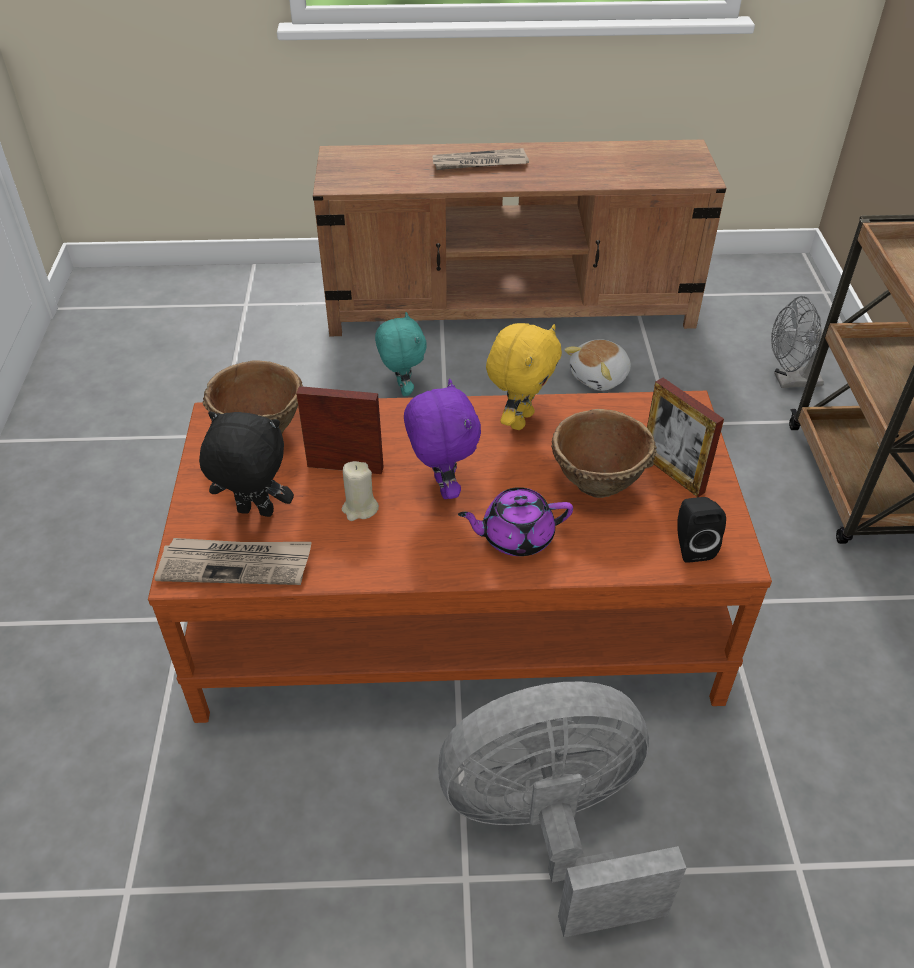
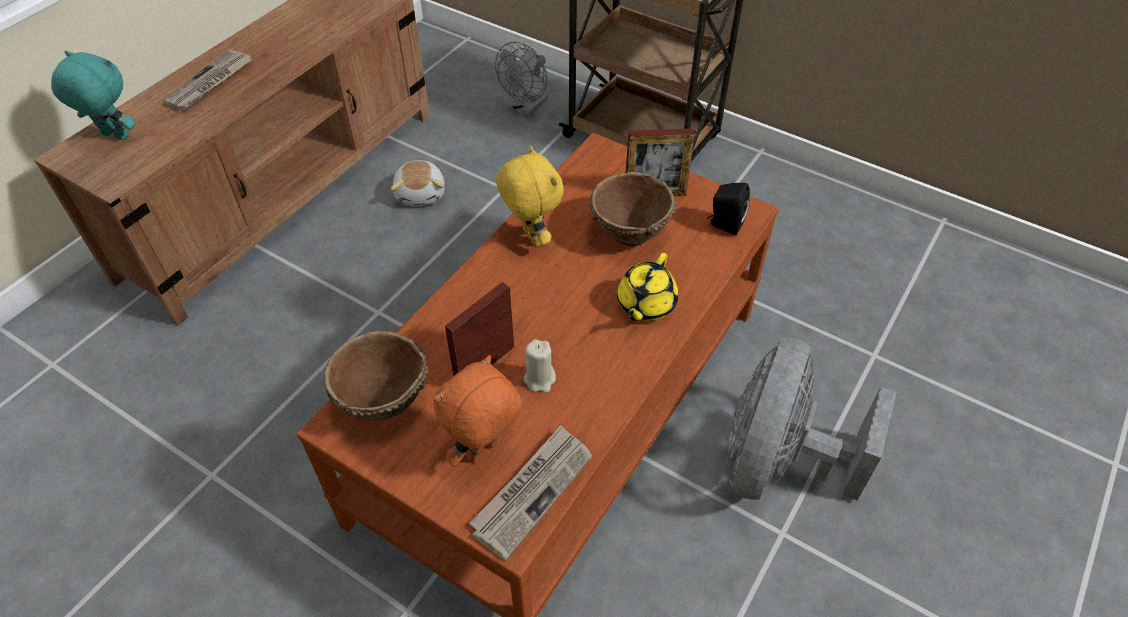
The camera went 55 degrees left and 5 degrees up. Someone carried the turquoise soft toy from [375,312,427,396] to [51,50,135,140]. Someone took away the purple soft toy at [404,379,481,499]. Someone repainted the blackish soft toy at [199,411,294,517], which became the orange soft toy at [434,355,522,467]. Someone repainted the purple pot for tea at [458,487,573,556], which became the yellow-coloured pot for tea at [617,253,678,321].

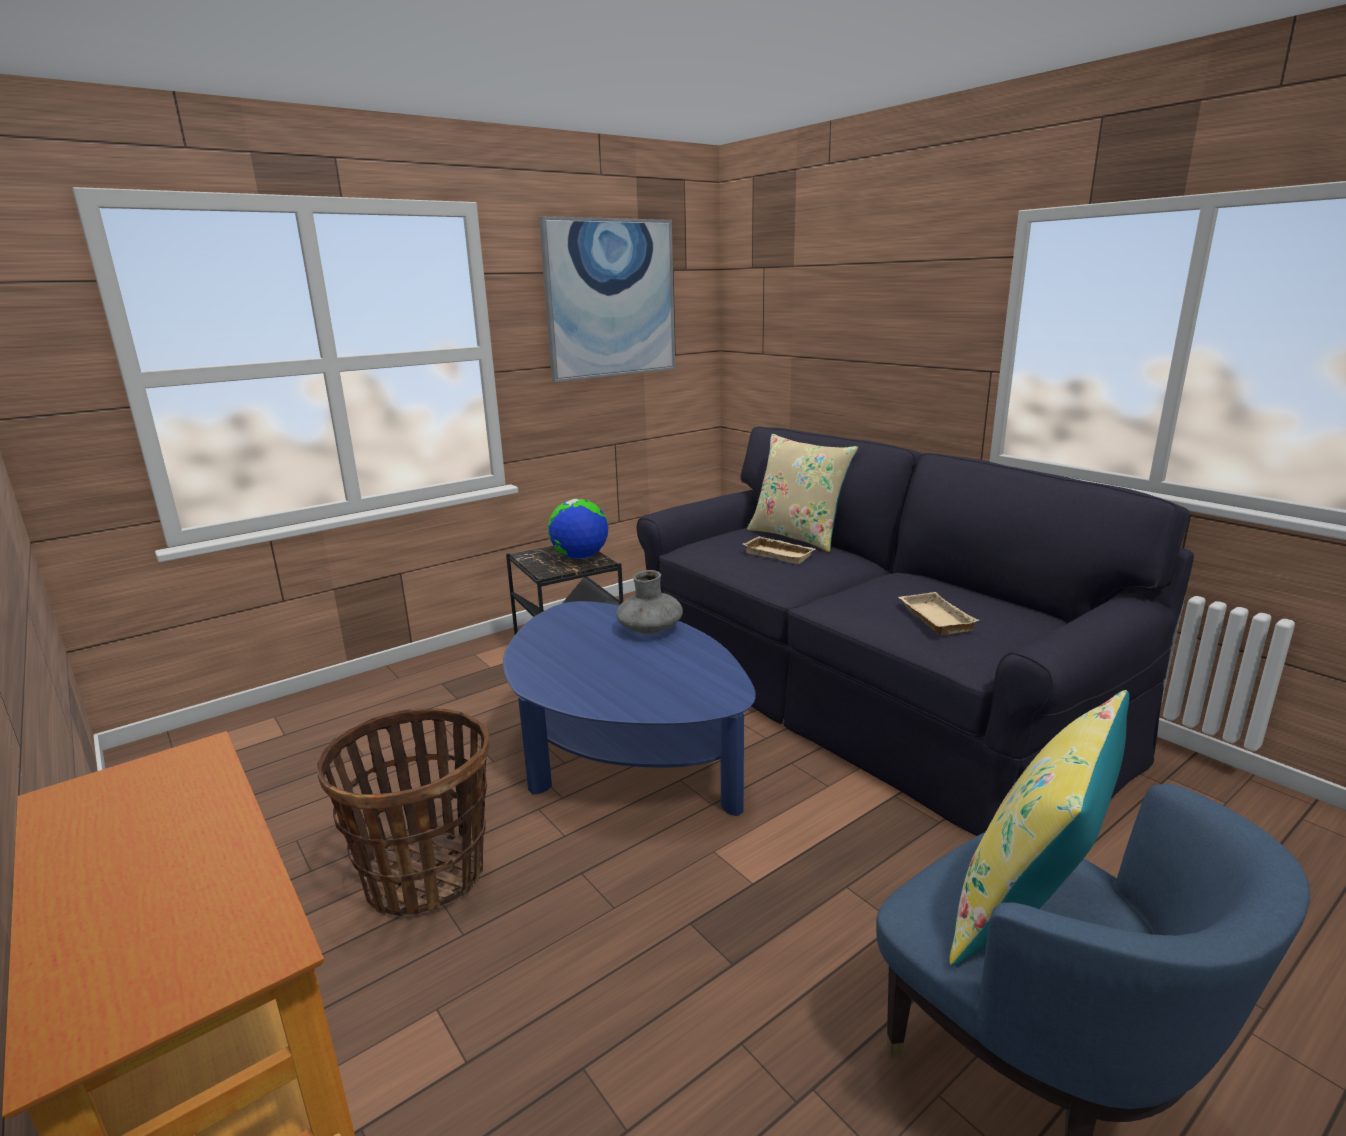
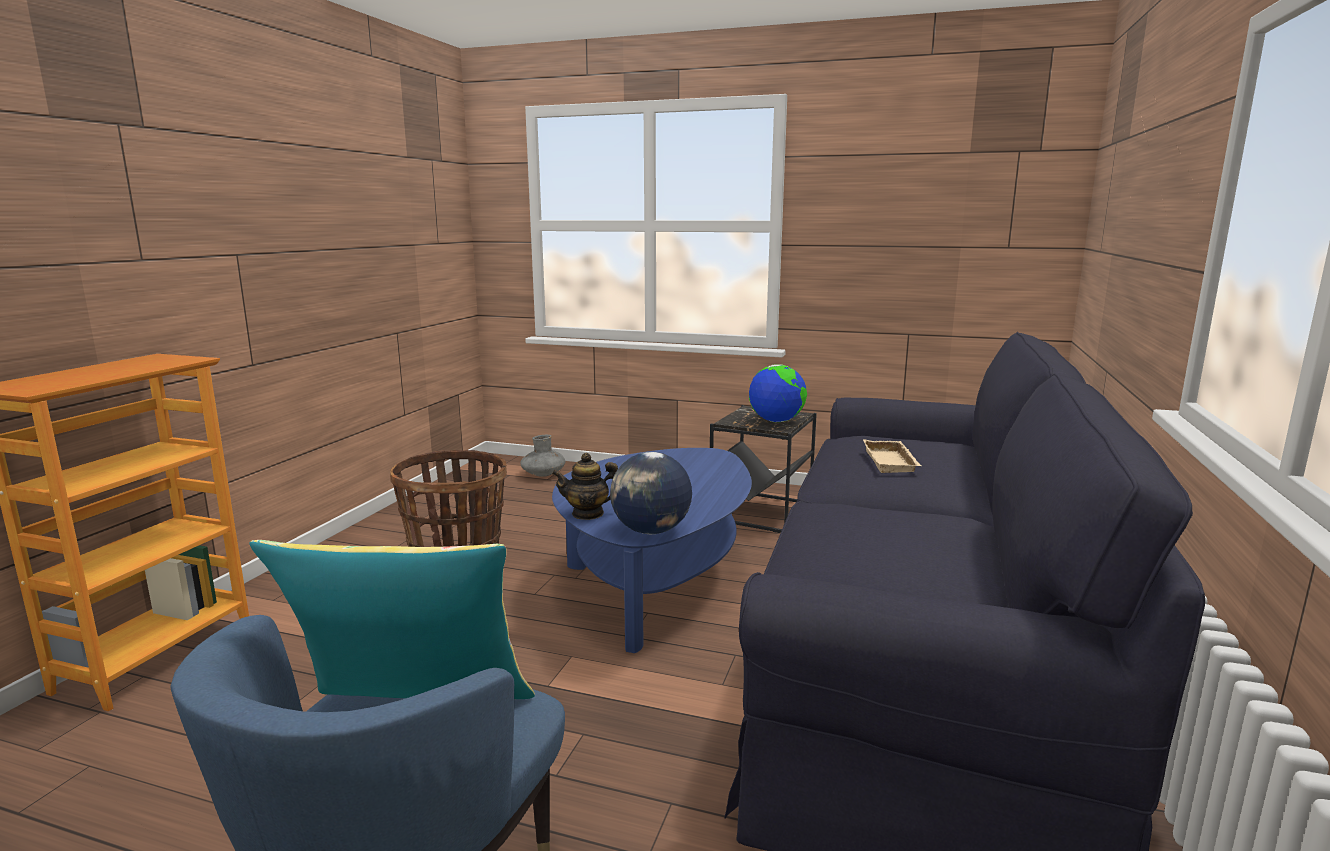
The camera went 55 degrees right and 5 degrees down. Someone took away the wall art at [539,216,675,382]. Someone took away the sand-coloured cushion at [747,434,858,552]. Someone carried the grey flower vase from [616,570,683,634] to [520,435,566,477]. Someone took away the sand-coloured tray at [898,592,979,635]. Someone put down the world globe at [610,452,692,534]. Someone put down the pot for tea at [552,453,618,520].

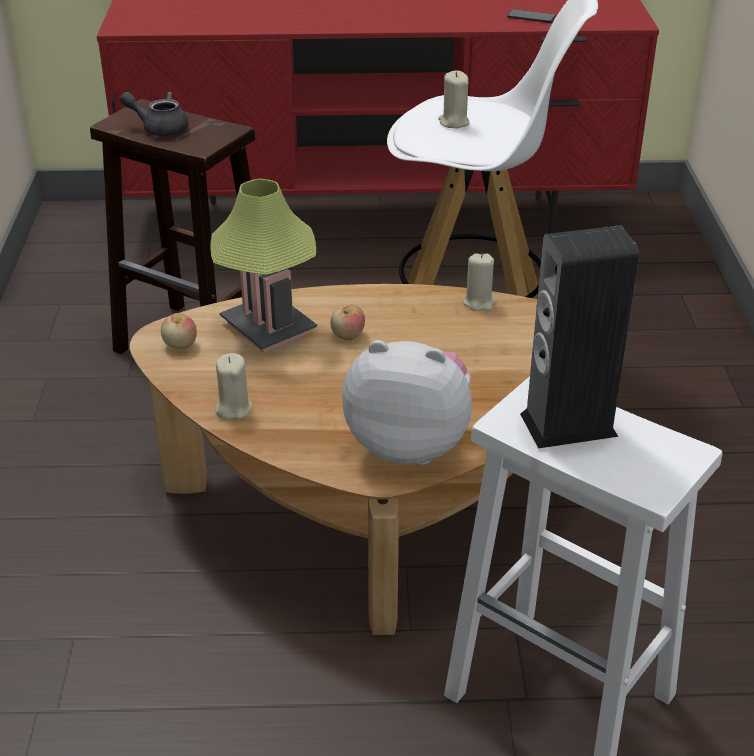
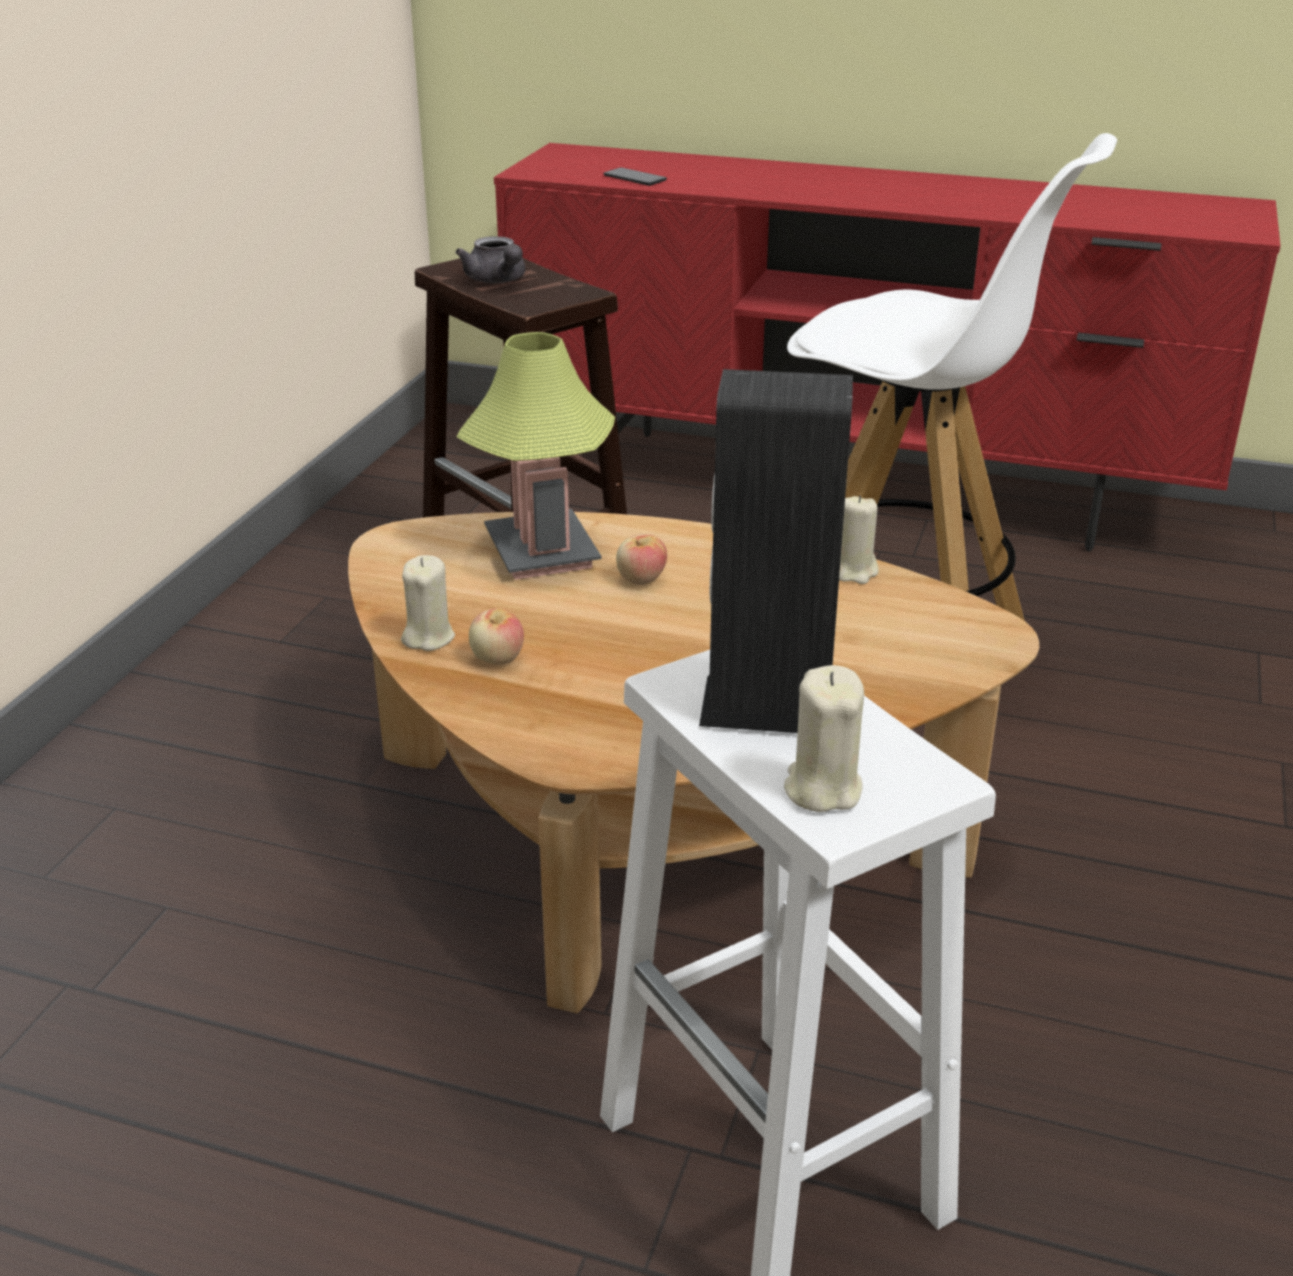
The camera went 20 degrees right and 5 degrees down. Someone carried the phone from [507,9,556,23] to [603,168,667,186]. Someone carried the sand-coloured wax candle from [438,71,470,128] to [784,665,864,812]. Someone rotated the grey pot for tea at [120,92,189,136] by 150 degrees counterclockwise. Someone carried the apple from [161,313,197,349] to [469,608,524,665]. Someone took away the soft toy at [342,340,472,465].

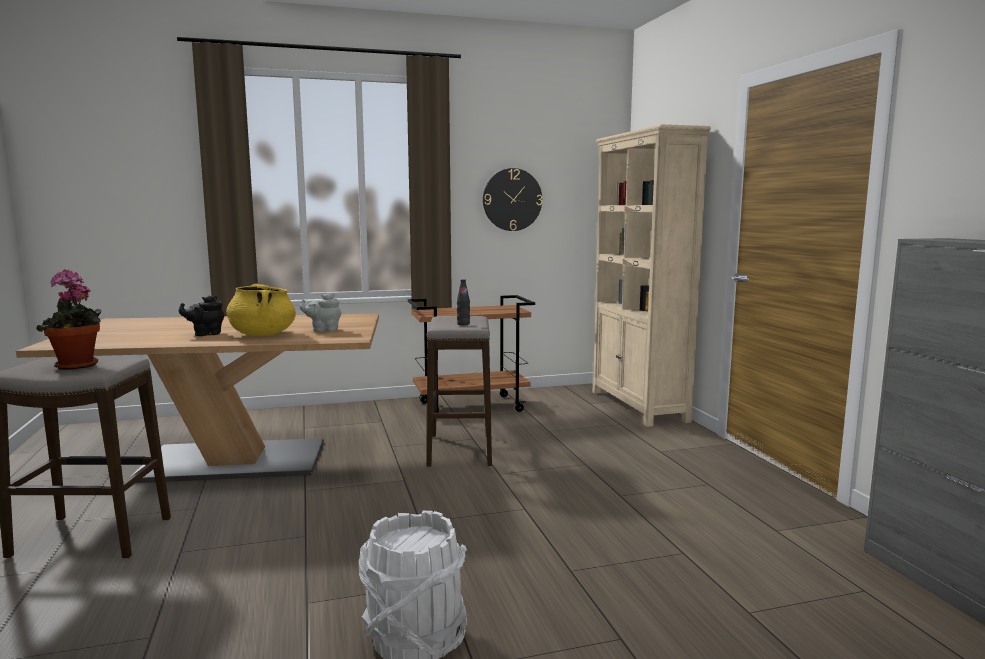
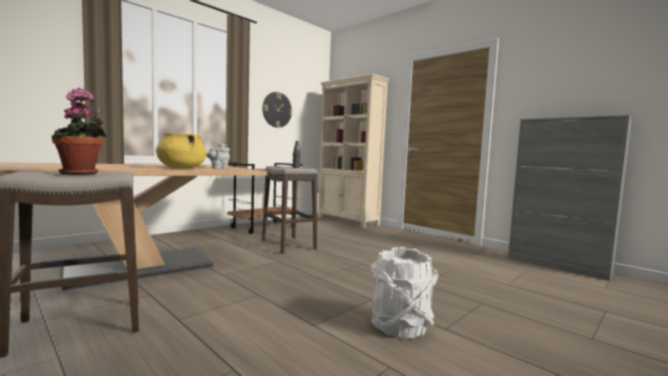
The camera went 30 degrees left and 5 degrees down. Someone took away the blackish pot for tea at [179,296,224,336].

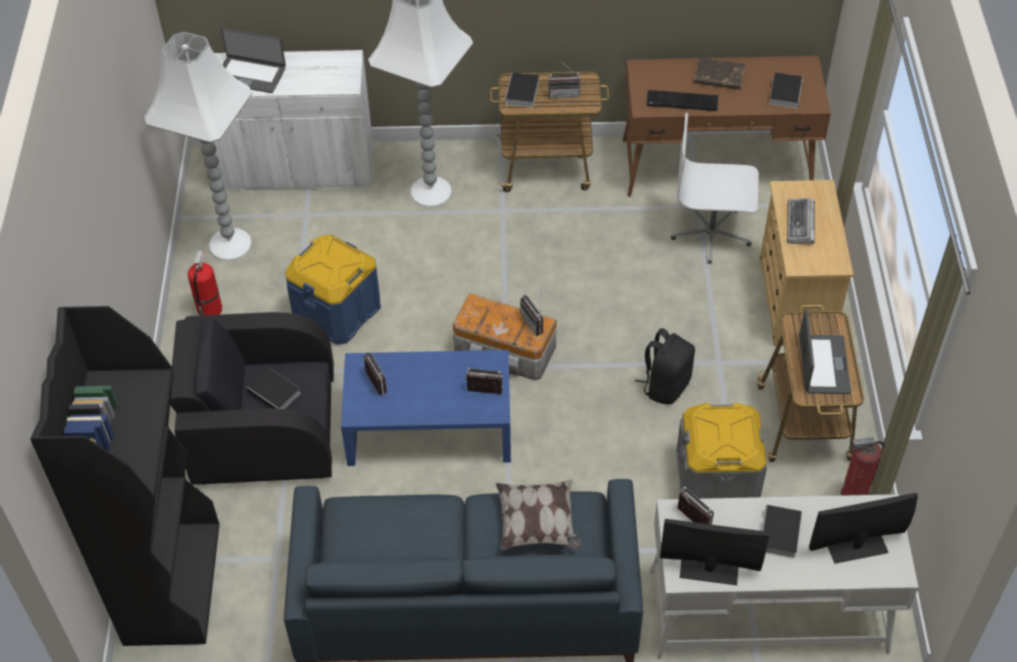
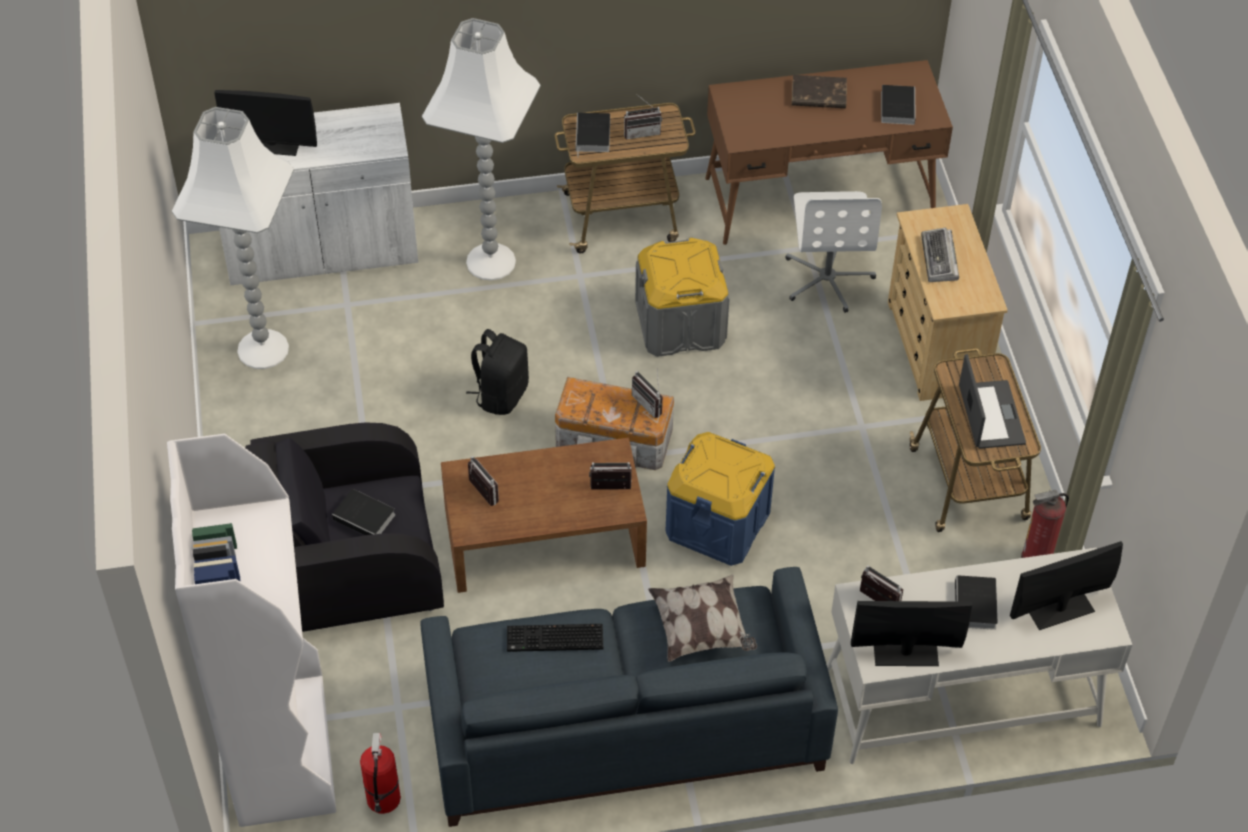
The camera went 10 degrees left and 0 degrees up. Someone swapped the portable computer at [221,28,286,93] for the computer display at [214,90,317,156]. Someone carried the keyboard from [646,90,718,111] to [507,624,603,652]. Someone rotated the white-coloured computer chair at [671,113,759,264] by 90 degrees counterclockwise. Someone carried the blue-coloured storage box from [285,235,381,345] to [666,432,775,566]. Someone carried the fire extinguisher from [188,251,222,316] to [360,733,401,814]. Someone repainted the blackish bookshelf at [30,306,220,646], which became the white-coloured bookshelf at [167,434,336,827]. Someone carried the blackish backpack from [635,328,695,404] to [466,329,529,415]. Someone repainted the blue-coloured coffee table at [341,350,511,466], which became the brownish coffee table at [441,438,647,593]. Someone carried the grey storage box from [676,403,767,499] to [635,238,730,357].

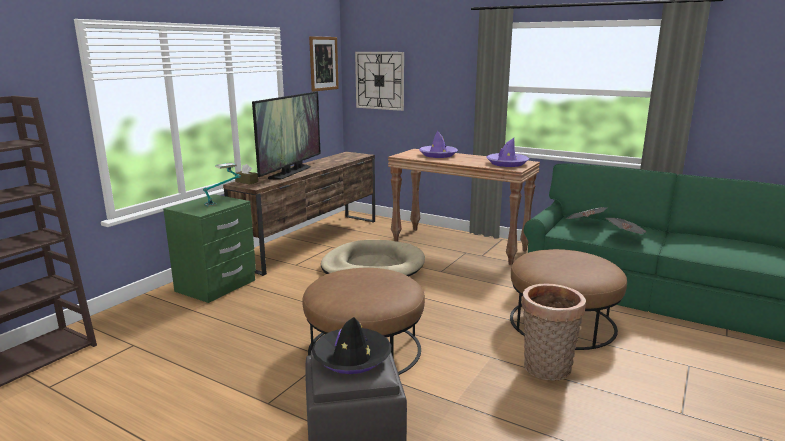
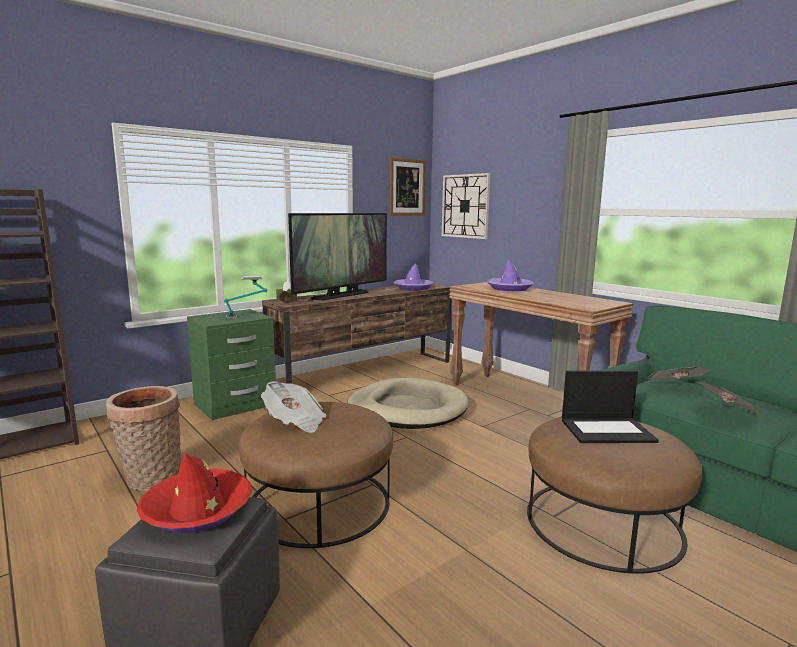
The camera went 20 degrees right and 5 degrees down. Someone carried the purple clothing hat from [486,138,529,167] to [394,264,433,291]. Someone carried the storage basket from [522,284,586,381] to [106,386,181,491]. Someone repainted the blackish clothing hat at [312,317,391,374], which became the red-coloured clothing hat at [137,453,252,533]. Someone put down the portable computer at [562,371,659,443]. Someone put down the daily paper at [261,381,327,433].

